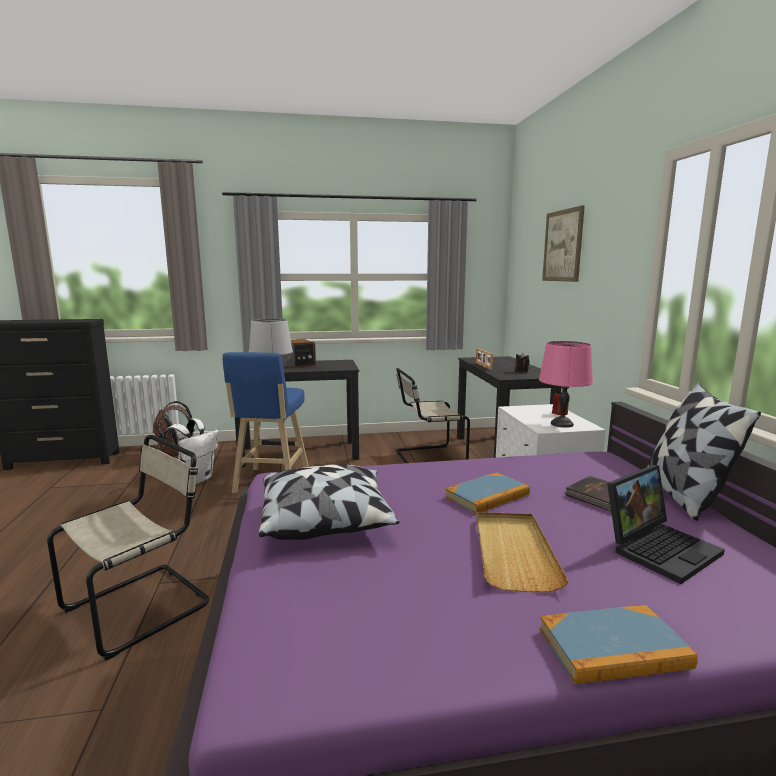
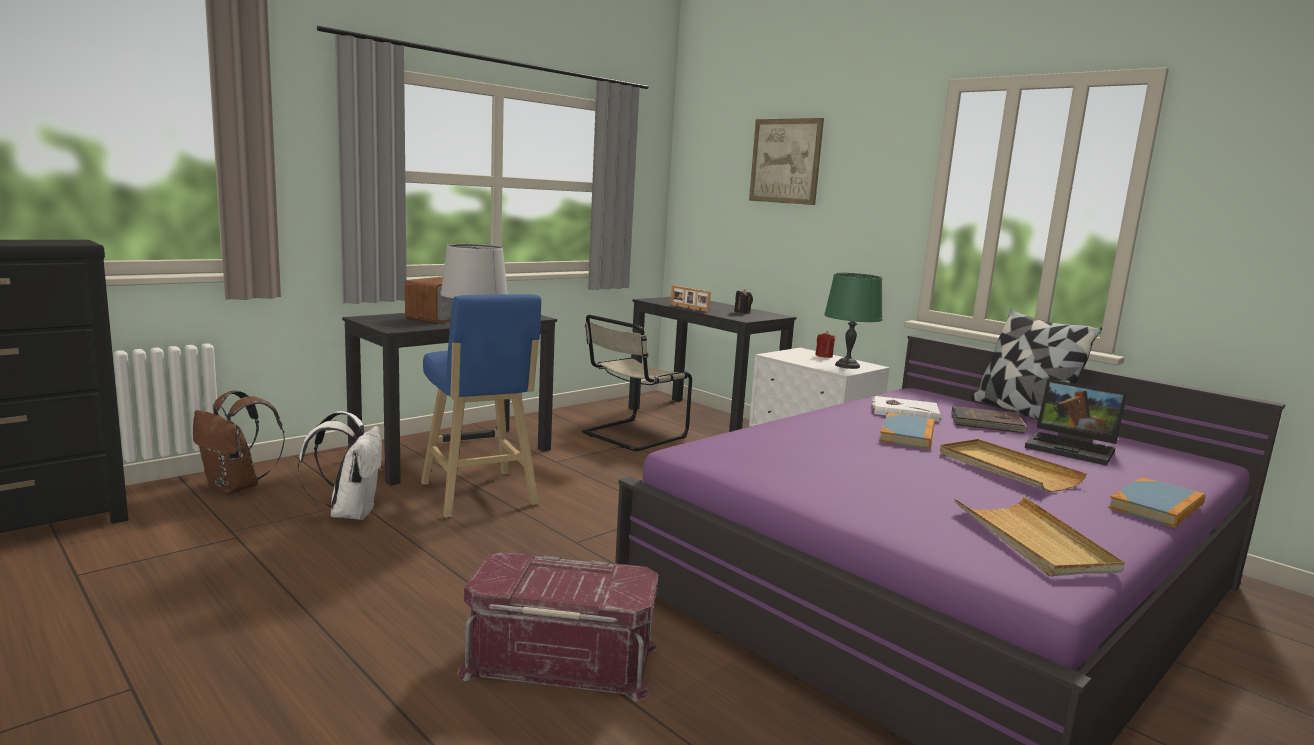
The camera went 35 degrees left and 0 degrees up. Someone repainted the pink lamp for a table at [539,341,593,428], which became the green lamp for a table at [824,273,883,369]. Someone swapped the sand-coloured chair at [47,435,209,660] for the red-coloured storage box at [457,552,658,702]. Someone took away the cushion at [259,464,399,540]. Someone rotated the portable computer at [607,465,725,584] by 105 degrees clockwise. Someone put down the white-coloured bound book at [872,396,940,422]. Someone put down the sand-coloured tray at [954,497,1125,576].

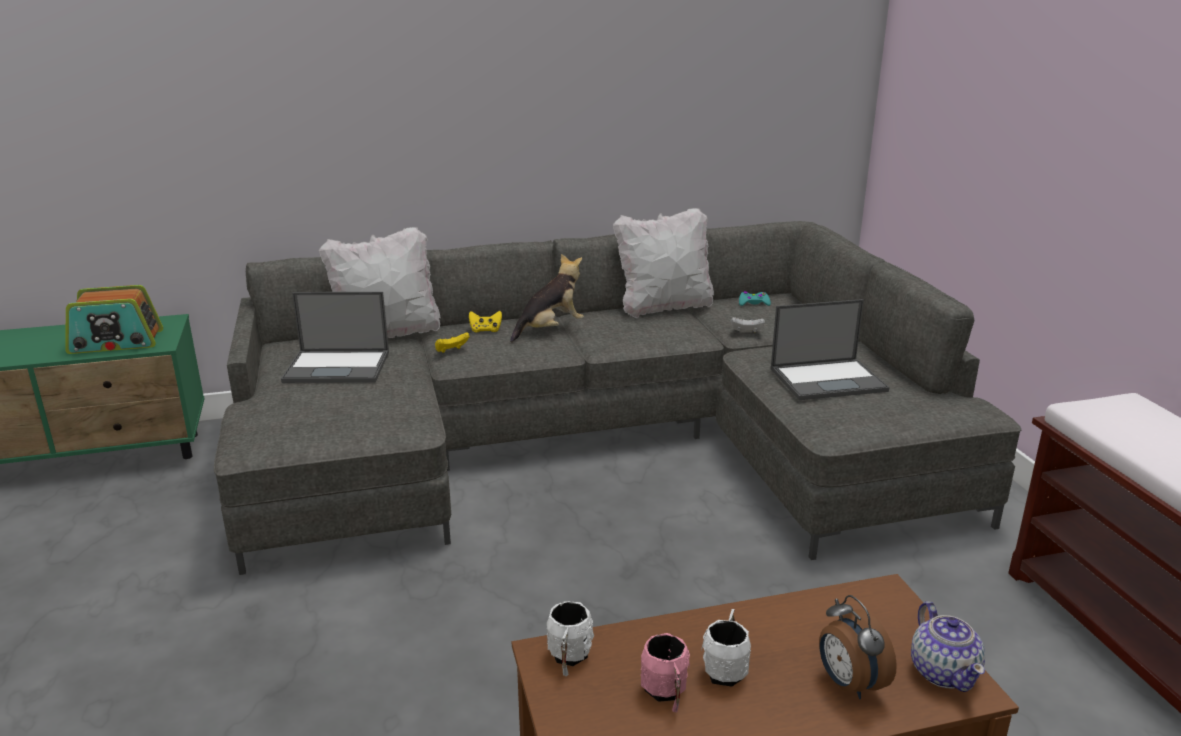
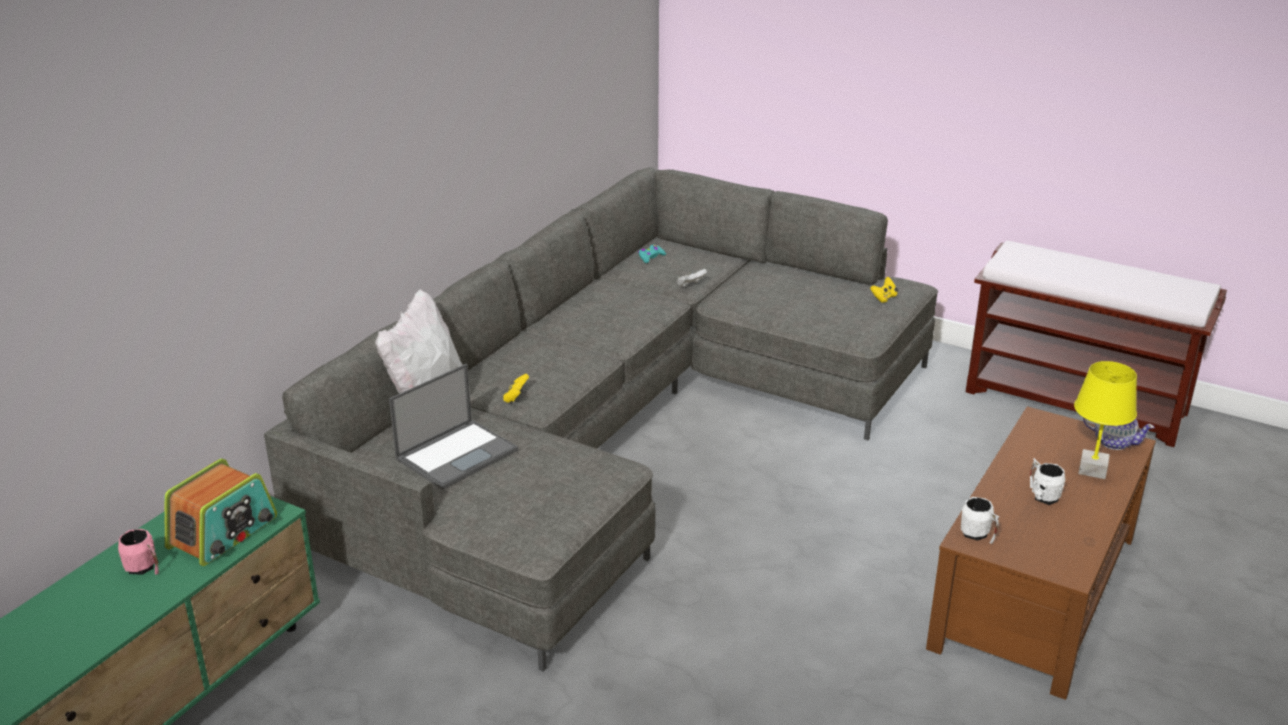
The camera went 45 degrees left and 5 degrees up. Someone took away the white-coloured cushion at [613,208,714,318]. Someone took away the soft toy at [510,254,584,343]. Someone took away the portable computer at [771,299,890,400]. Someone carried the yellow-coloured joypad from [469,311,502,332] to [870,277,898,303]. Someone swapped the bedside clock at [819,595,897,699] for the yellow-coloured lamp for a table at [1074,361,1137,479]. Someone carried the pink tea mug from [641,633,690,712] to [118,529,159,575].

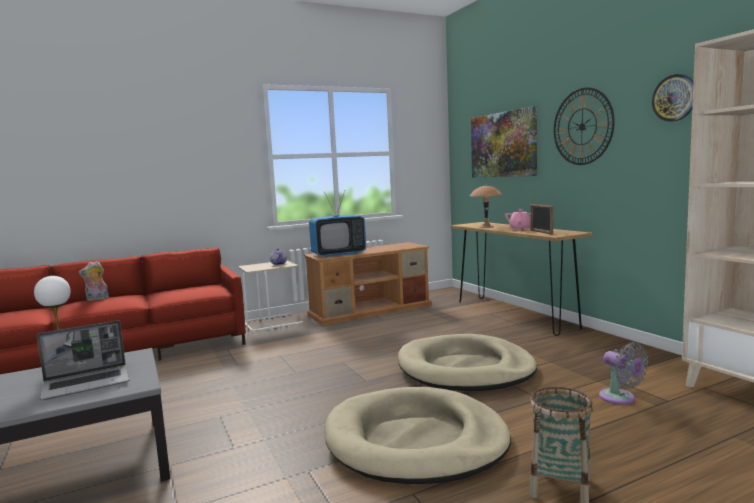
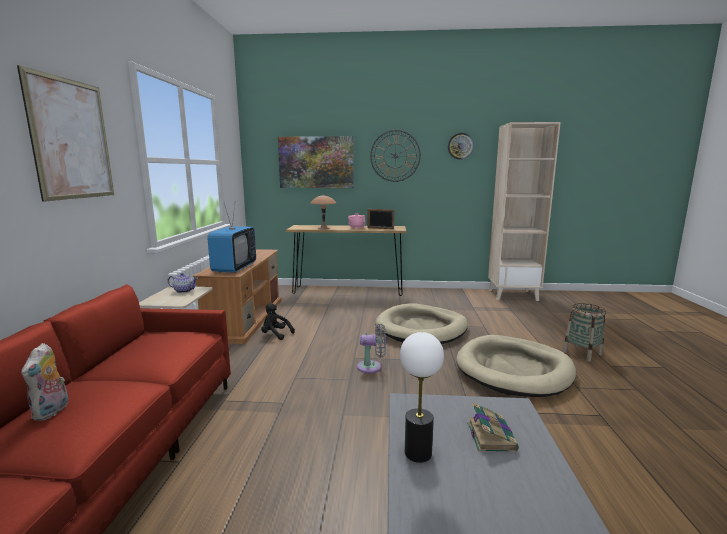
The camera went 60 degrees left and 5 degrees up. Someone swapped the portable computer at [37,320,129,400] for the bound book at [467,402,519,452]. Someone carried the grey fan from [599,342,648,405] to [357,324,386,373]. Someone put up the wall art at [17,65,114,202]. Someone put down the blackish soft toy at [261,303,295,340].

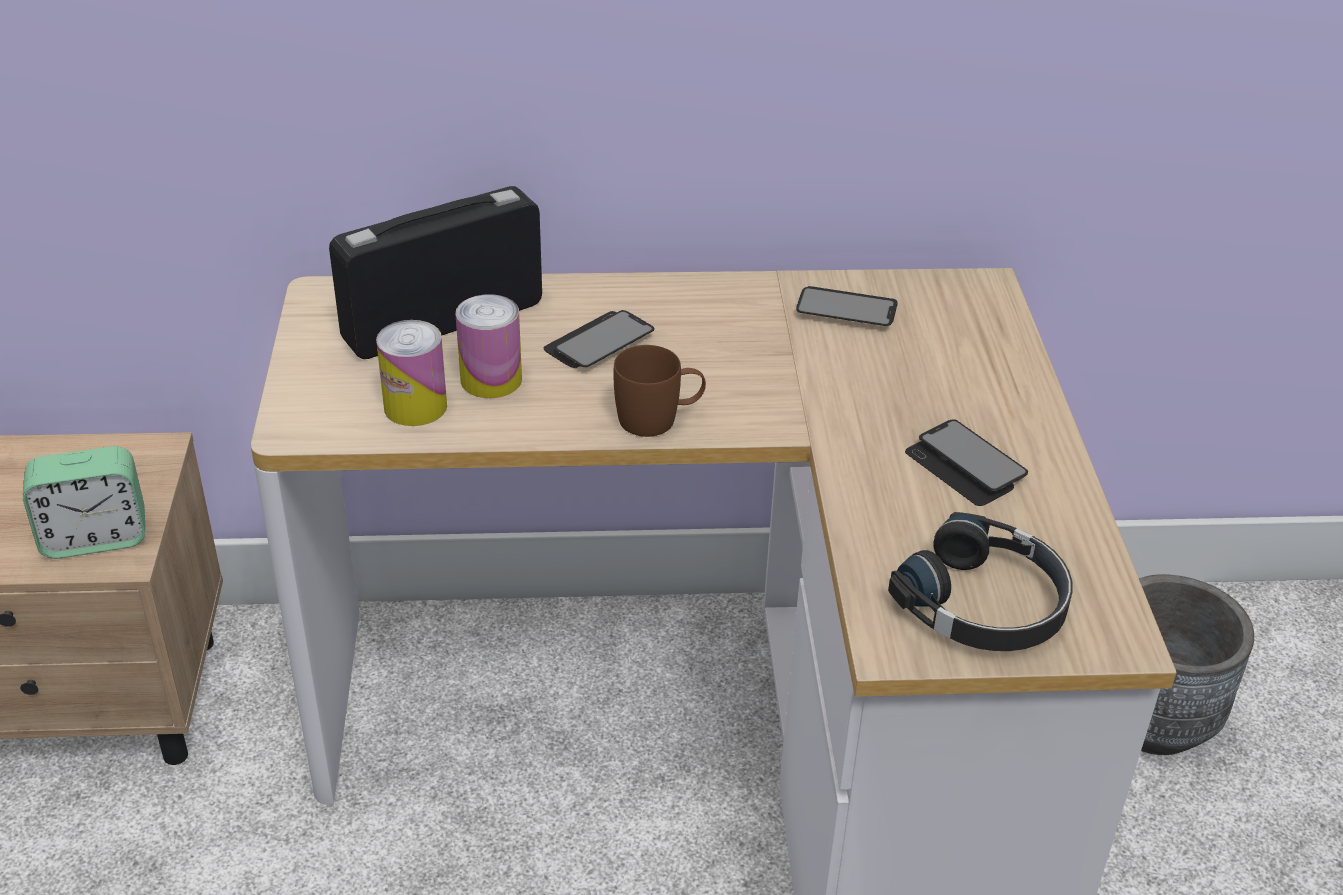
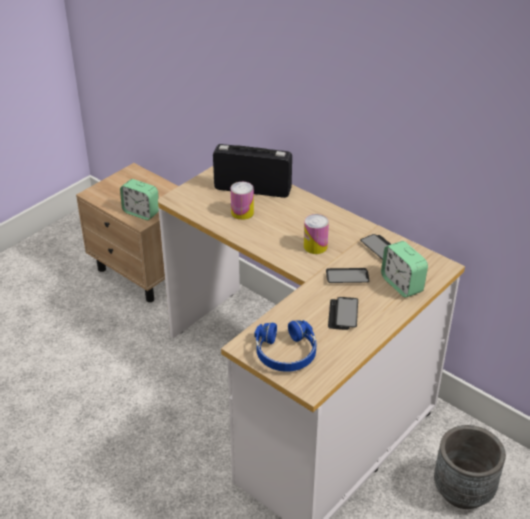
The camera went 45 degrees right and 0 degrees up. Someone carried the phone from [544,310,655,368] to [326,268,370,283]. Someone carried the can from [376,320,447,426] to [304,214,329,254]. Someone took away the brownish tea mug at [614,345,706,437]. Someone repainted the blackish headphones at [888,512,1073,651], which became the blue-coloured headphones at [255,320,316,372]. Someone put down the bedside clock at [381,241,428,298].

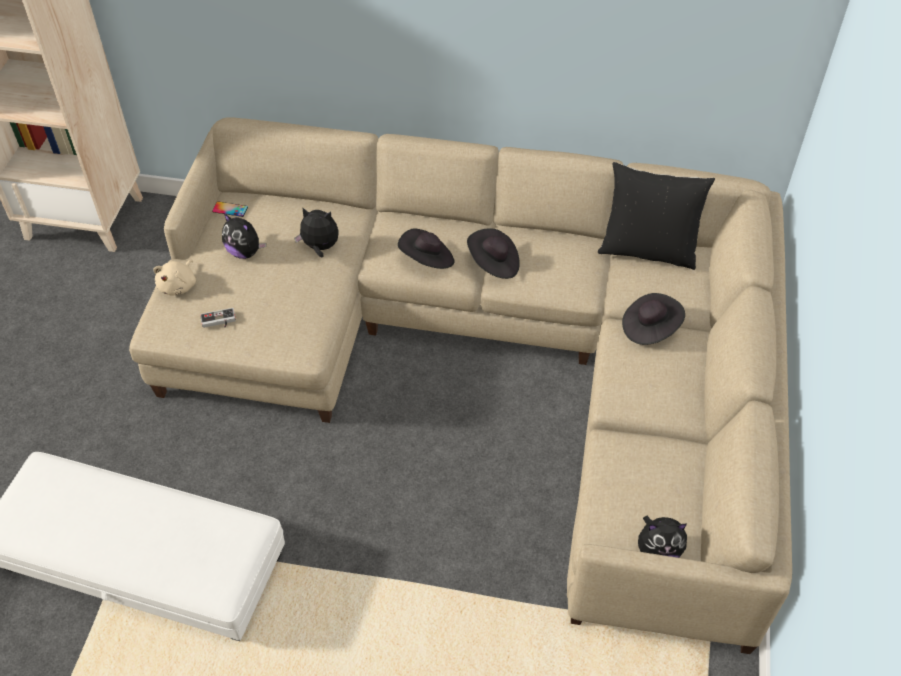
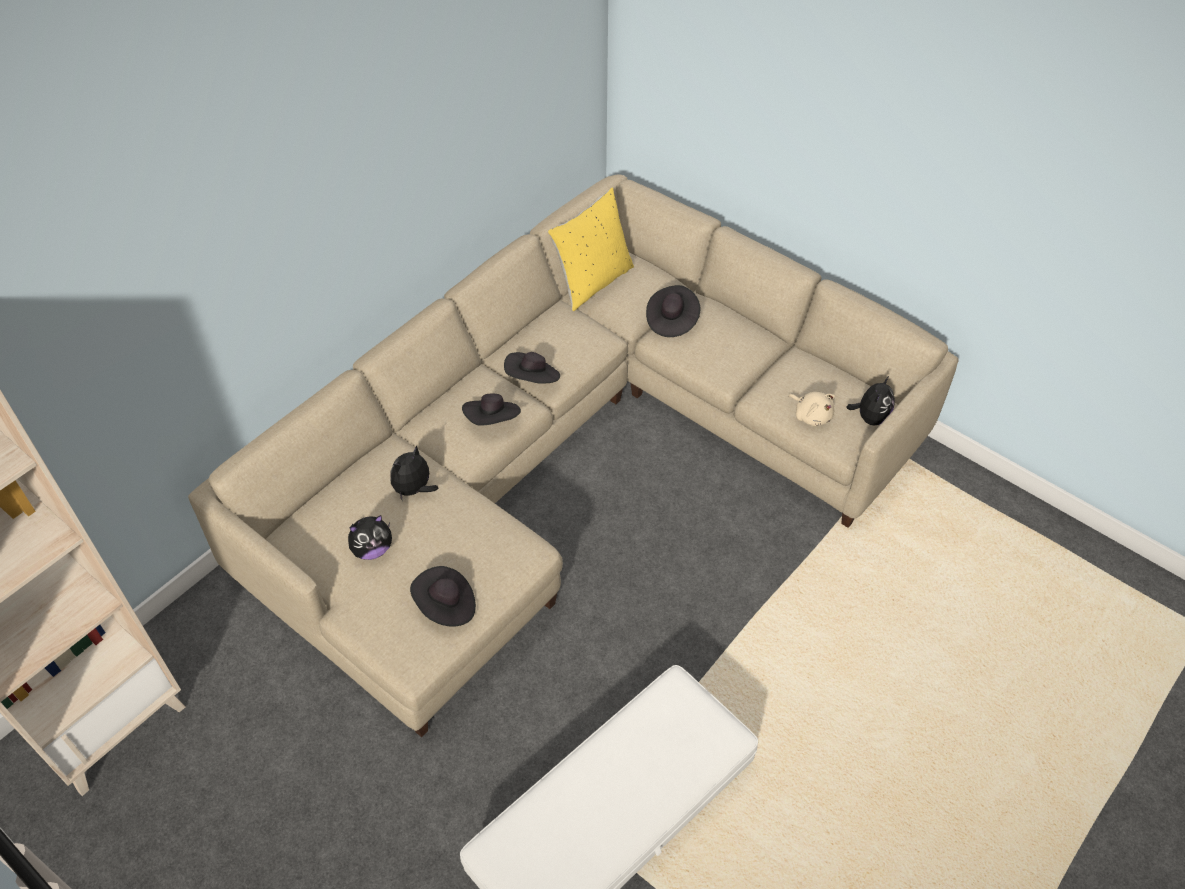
The camera went 60 degrees left and 0 degrees up. Someone repainted the blackish cushion at [598,162,715,270], which became the yellow-coloured cushion at [548,187,634,311]. Someone took away the phone at [212,201,248,217]. Someone carried the sand-coloured soft toy from [153,260,196,296] to [789,392,835,426]. Someone swapped the joypad at [200,308,236,328] for the blackish clothing hat at [410,566,476,627].

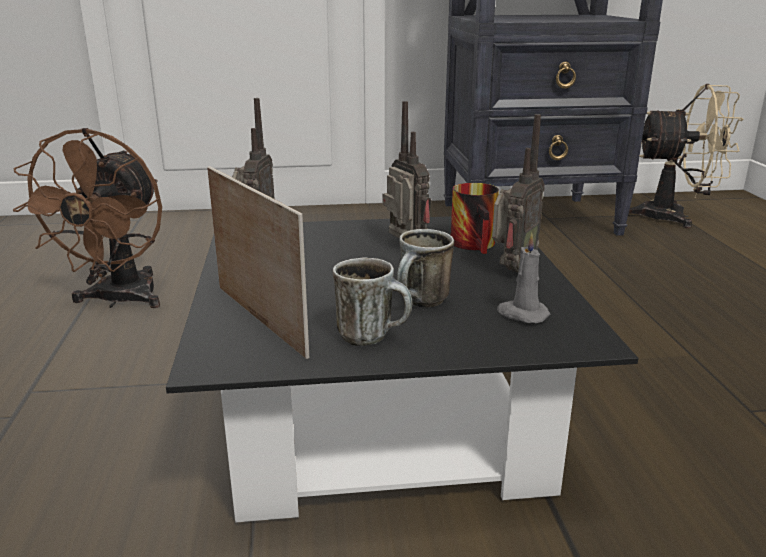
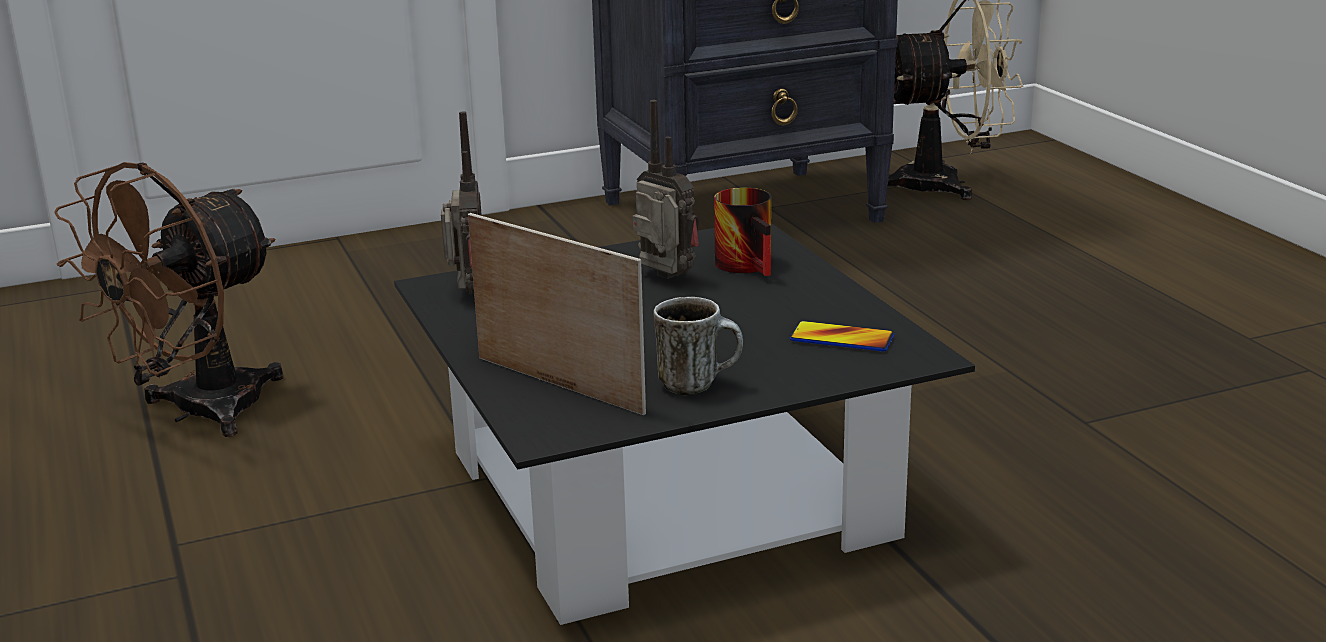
The camera went 15 degrees left and 0 degrees up. Someone took away the radio receiver at [492,114,545,272]. Someone rotated the brownish fan at [13,128,162,308] by 45 degrees clockwise. Someone took away the tea mug at [397,229,454,308]. Someone swapped the grey wax candle at [497,232,550,323] for the phone at [790,321,895,352].

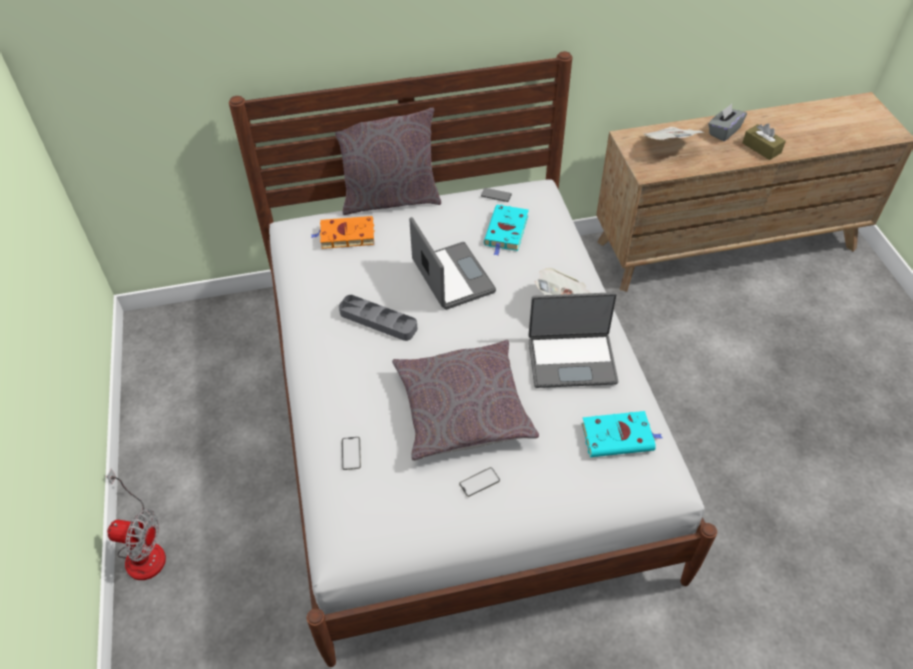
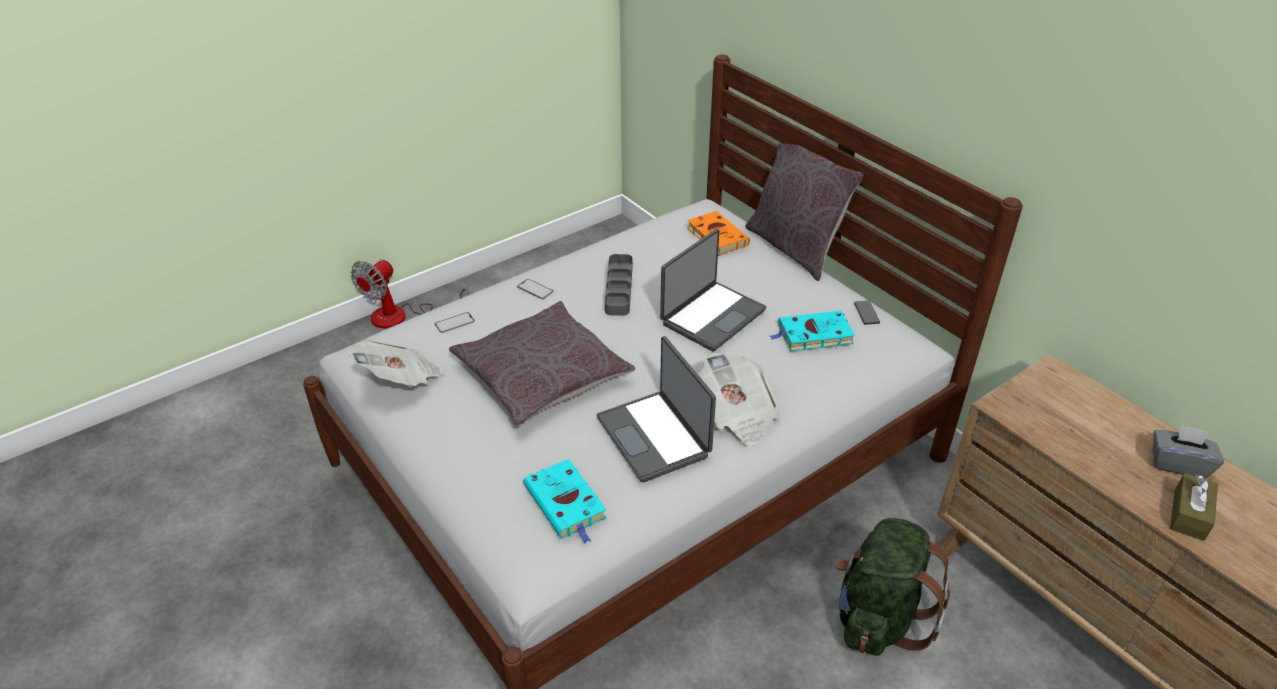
The camera went 65 degrees right and 10 degrees down. Someone carried the daily paper from [643,127,705,140] to [349,340,445,387]. Someone carried the phone from [459,467,500,497] to [517,279,554,299]. Someone rotated the fan at [107,469,166,580] by 45 degrees clockwise. Someone put down the green backpack at [836,518,950,656].

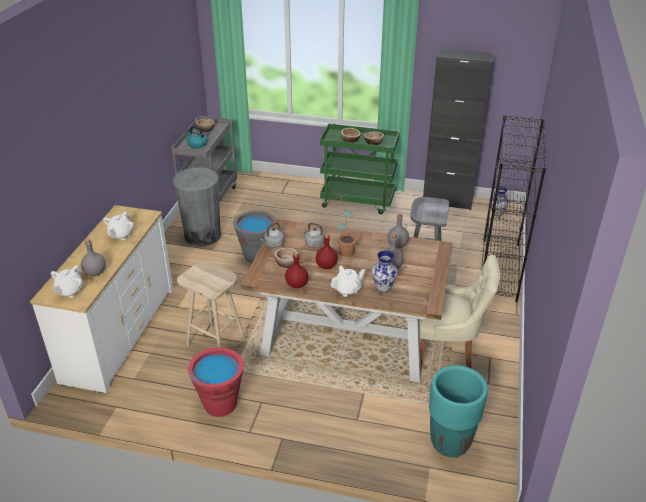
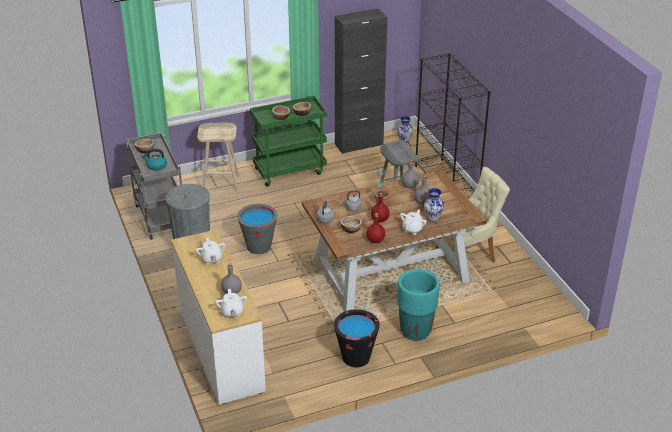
The camera went 35 degrees left and 0 degrees up. Someone carried the sand-coloured sitting stool from [177,262,246,347] to [197,123,239,192]. Someone repainted the red-coloured bucket at [188,347,244,417], which became the blackish bucket at [334,309,380,367]. Someone carried the turquoise planter from [429,365,488,457] to [397,269,440,341].

